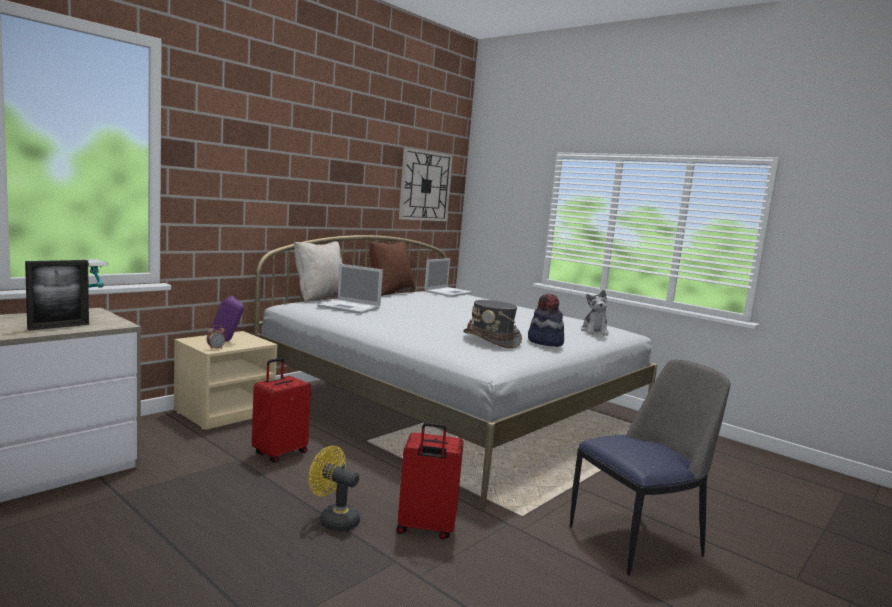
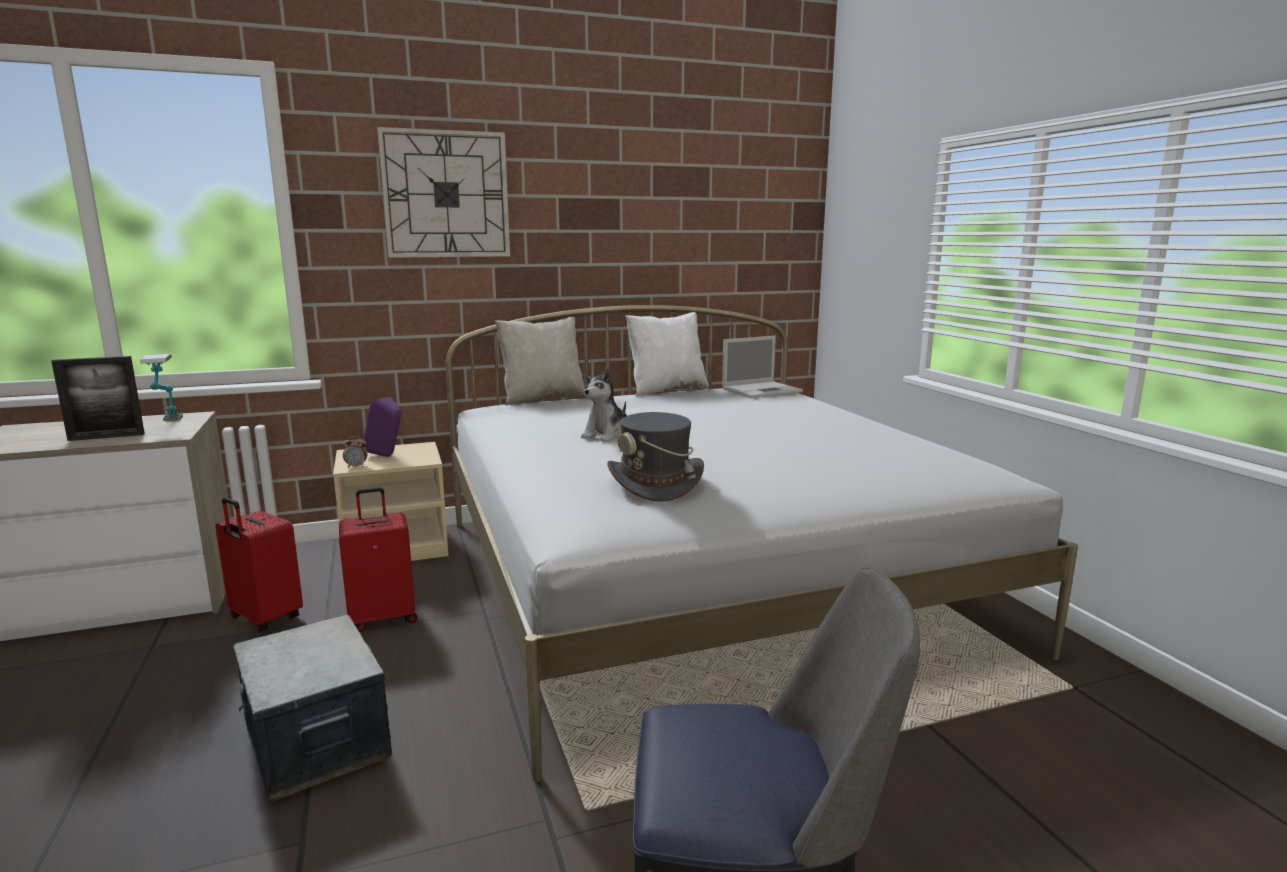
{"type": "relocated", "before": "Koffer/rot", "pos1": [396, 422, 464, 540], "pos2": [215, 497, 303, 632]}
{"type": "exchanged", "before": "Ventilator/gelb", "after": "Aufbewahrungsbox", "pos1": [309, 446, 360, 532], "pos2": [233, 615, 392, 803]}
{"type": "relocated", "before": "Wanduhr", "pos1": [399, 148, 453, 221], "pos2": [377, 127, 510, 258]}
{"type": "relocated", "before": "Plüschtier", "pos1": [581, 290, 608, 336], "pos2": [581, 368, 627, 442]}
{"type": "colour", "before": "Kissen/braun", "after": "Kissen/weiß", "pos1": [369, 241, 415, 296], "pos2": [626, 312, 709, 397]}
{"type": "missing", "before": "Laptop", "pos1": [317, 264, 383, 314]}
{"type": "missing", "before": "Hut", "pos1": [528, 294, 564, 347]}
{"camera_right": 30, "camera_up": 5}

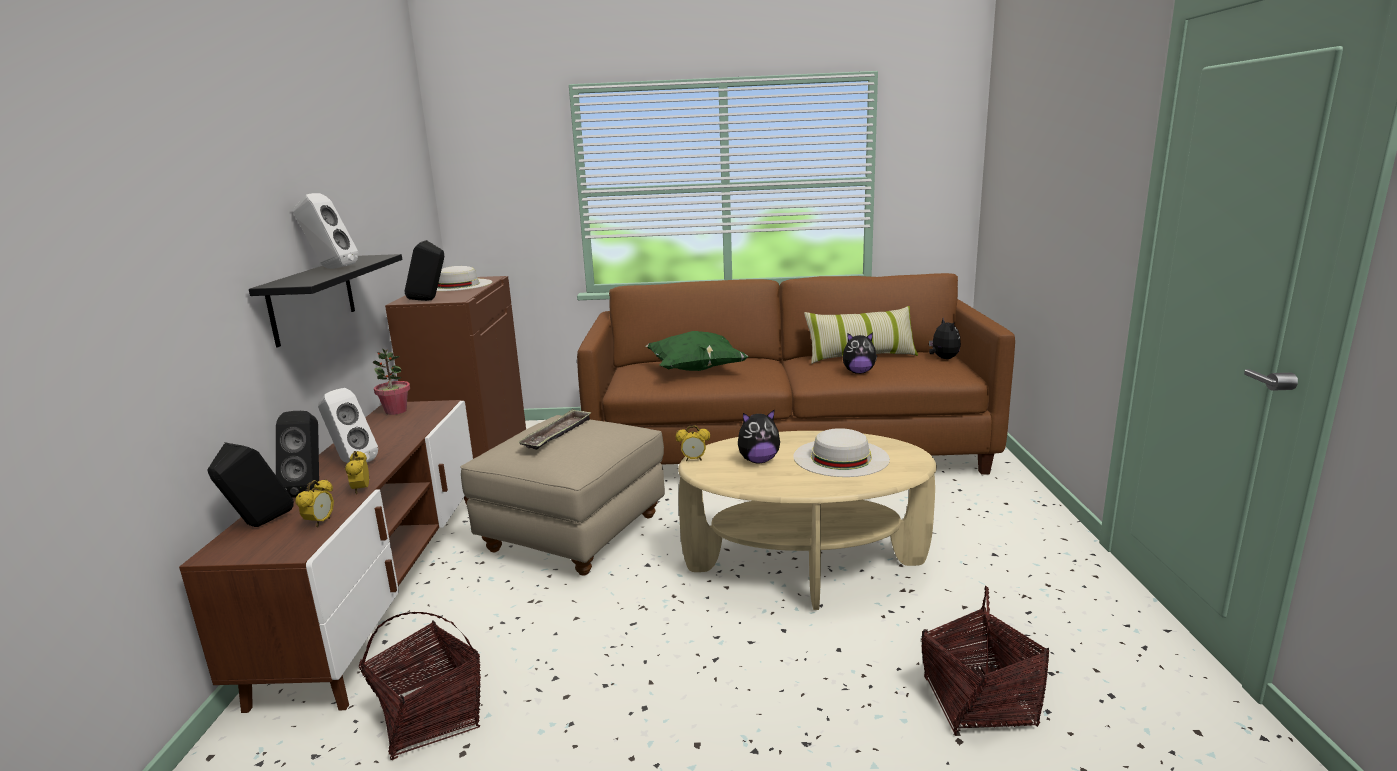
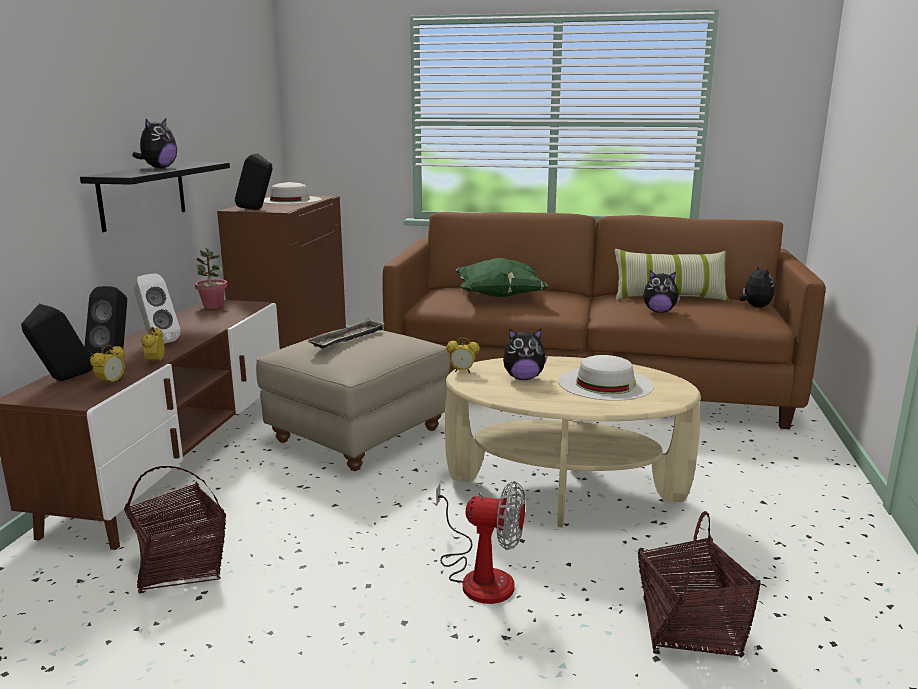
{"type": "exchanged", "before": "Lautsprecher/weiß", "after": "Plüschtier", "pos1": [293, 193, 358, 269], "pos2": [132, 118, 177, 168]}
{"type": "appeared", "after": "Ventilator", "pos2": [436, 481, 525, 604]}
{"camera_right": 10, "camera_up": 0}

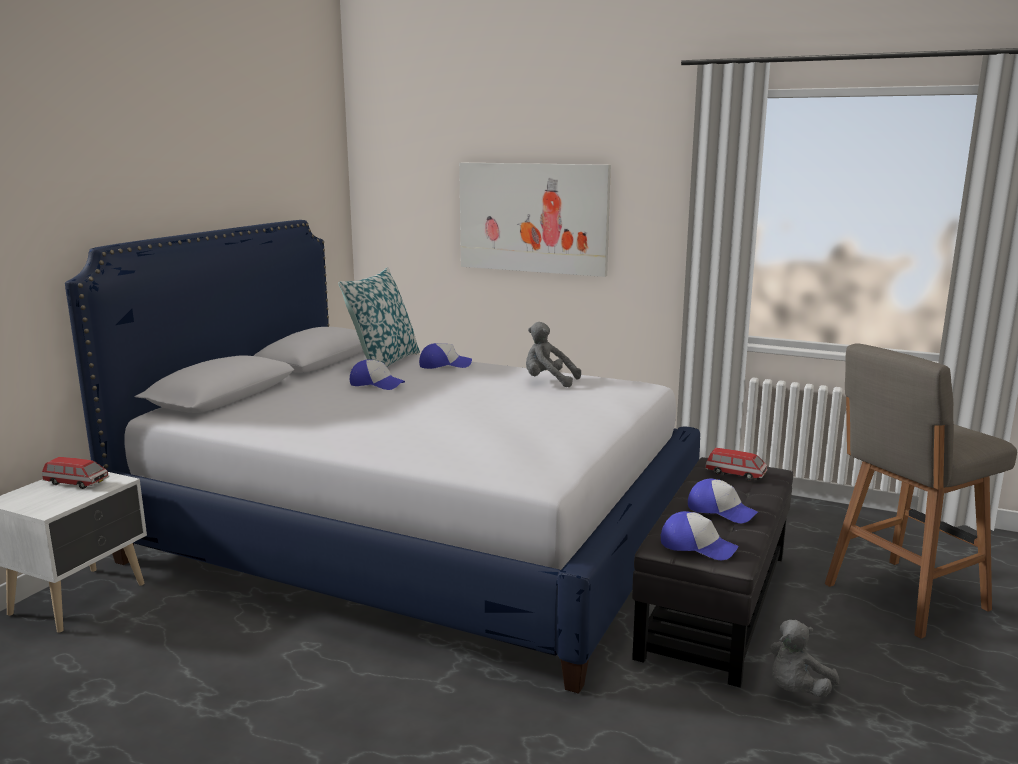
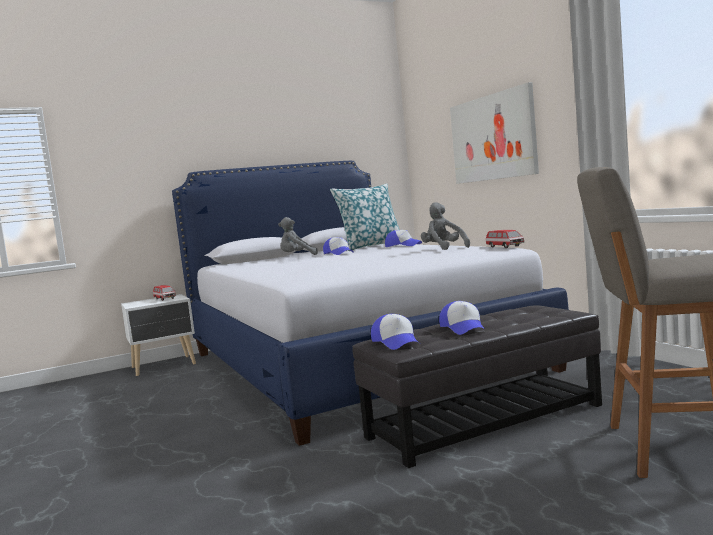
{"type": "relocated", "before": "Plüschtier/grau", "pos1": [769, 620, 839, 697], "pos2": [278, 217, 318, 255]}
{"type": "relocated", "before": "Spielzeugauto", "pos1": [705, 448, 767, 480], "pos2": [486, 230, 524, 248]}
{"camera_right": 40, "camera_up": -10}

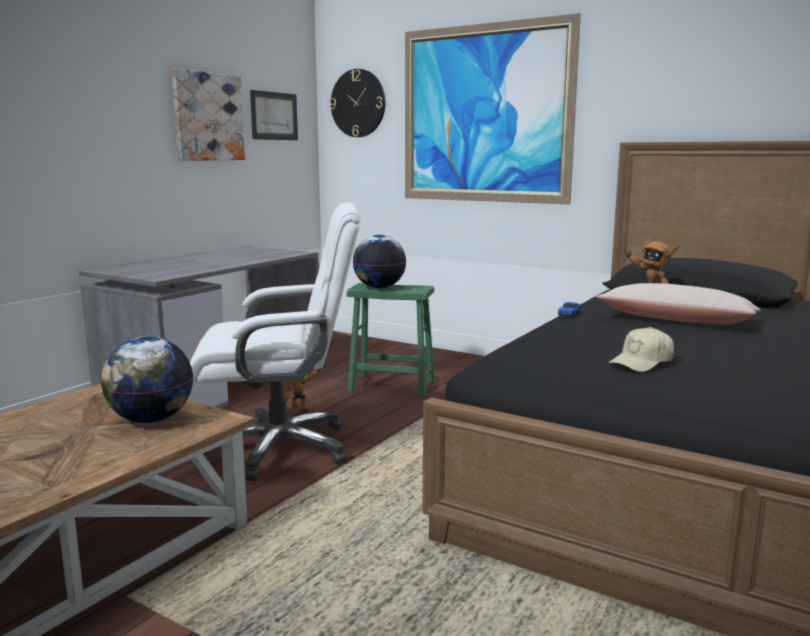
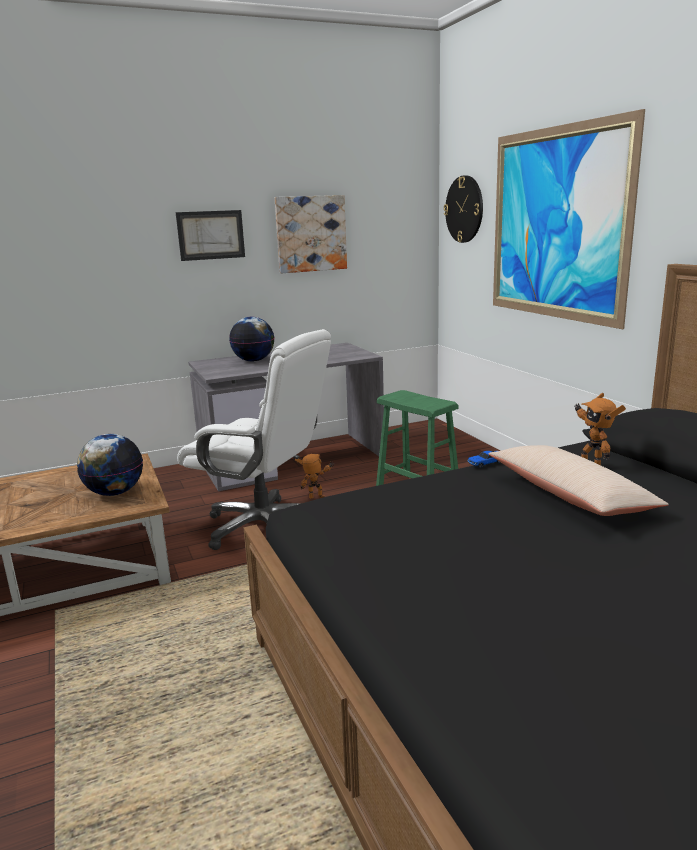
{"type": "relocated", "before": "Bild", "pos1": [250, 90, 298, 140], "pos2": [176, 210, 245, 261]}
{"type": "relocated", "before": "Globus", "pos1": [353, 235, 406, 288], "pos2": [229, 317, 274, 362]}
{"type": "missing", "before": "Kappe/beige", "pos1": [609, 327, 674, 372]}
{"camera_right": 35, "camera_up": 5}

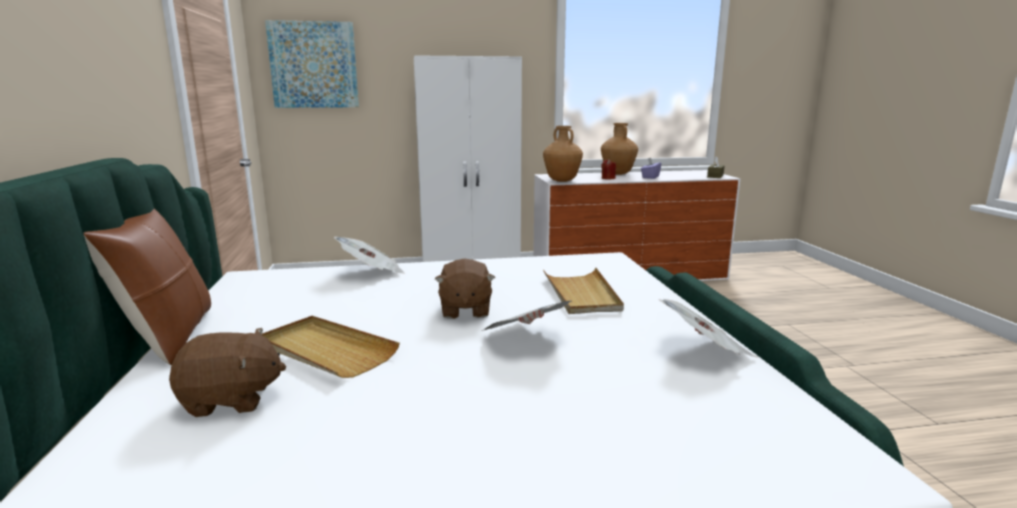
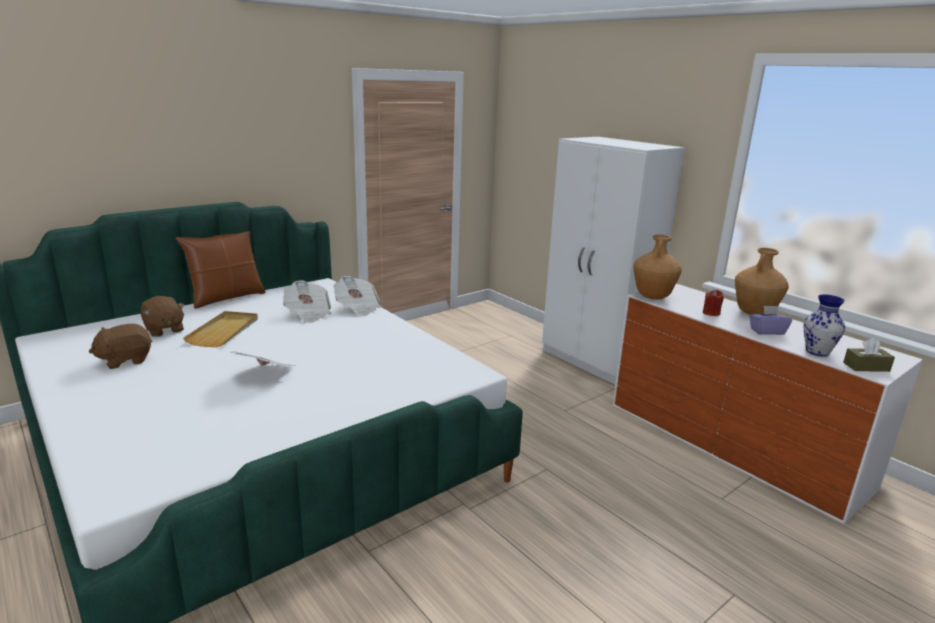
{"type": "relocated", "before": "Plüschtier/braun", "pos1": [435, 258, 495, 319], "pos2": [89, 324, 152, 369]}
{"type": "relocated", "before": "Zeitung", "pos1": [659, 299, 758, 358], "pos2": [283, 280, 331, 323]}
{"type": "appeared", "after": "Vase", "pos2": [803, 294, 846, 356]}
{"type": "missing", "before": "Bild", "pos1": [265, 20, 359, 108]}
{"type": "missing", "before": "Tablett/beige", "pos1": [543, 268, 624, 314]}
{"camera_right": 60, "camera_up": 5}

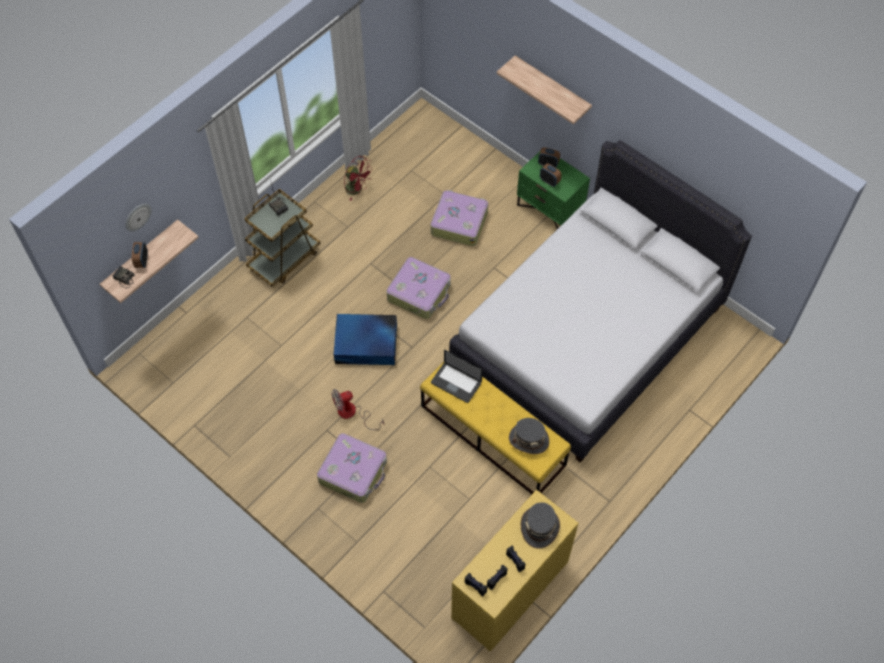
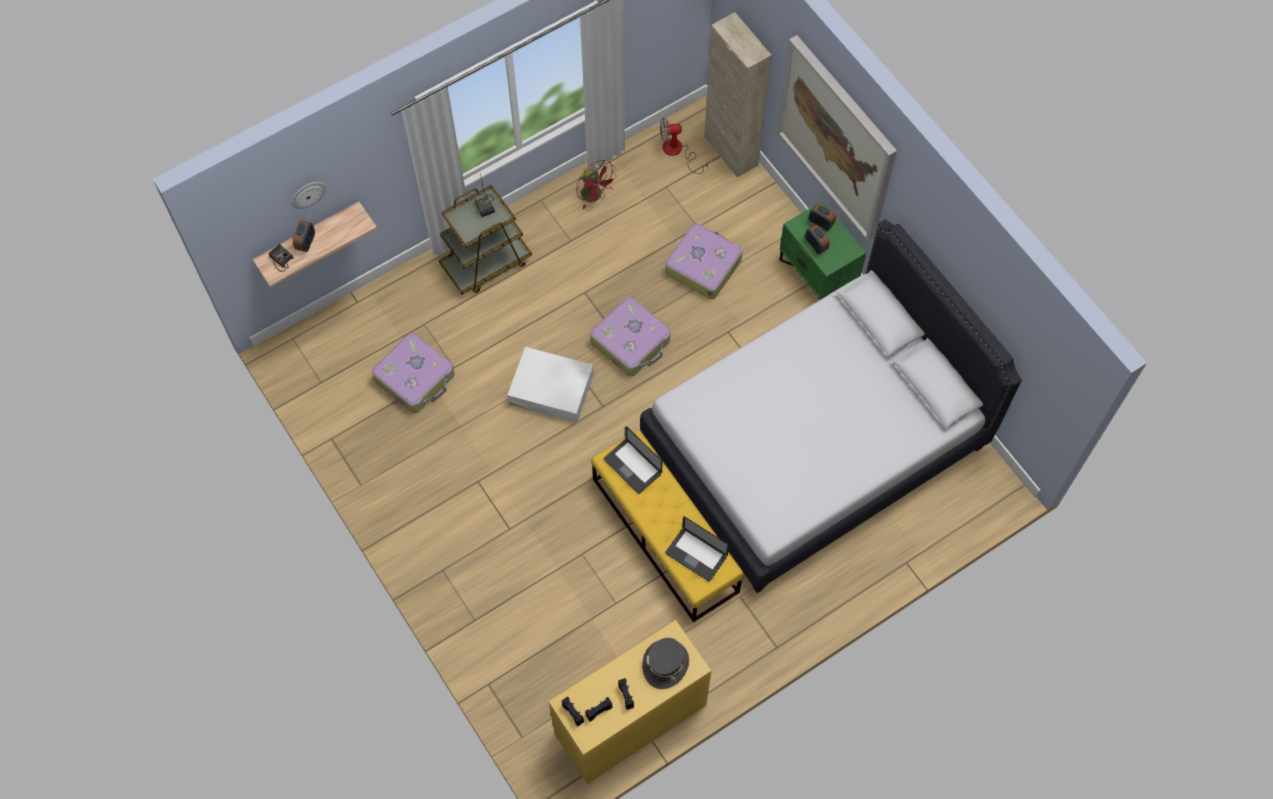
{"type": "relocated", "before": "Koffer", "pos1": [317, 433, 387, 503], "pos2": [372, 333, 455, 413]}
{"type": "colour", "before": "Aufbewahrungsbox/blau", "after": "Aufbewahrungsbox/weiß", "pos1": [334, 314, 397, 365], "pos2": [507, 347, 594, 423]}
{"type": "relocated", "before": "Ventilator", "pos1": [331, 389, 384, 430], "pos2": [660, 118, 708, 174]}
{"type": "exchanged", "before": "Hut/grau", "after": "Laptop", "pos1": [509, 418, 549, 454], "pos2": [665, 516, 729, 582]}
{"type": "appeared", "after": "Schrank/beige", "pos2": [704, 12, 772, 178]}
{"type": "exchanged", "before": "Wandregal", "after": "Bild", "pos1": [497, 55, 592, 124], "pos2": [777, 35, 897, 242]}
{"camera_right": 15, "camera_up": 5}

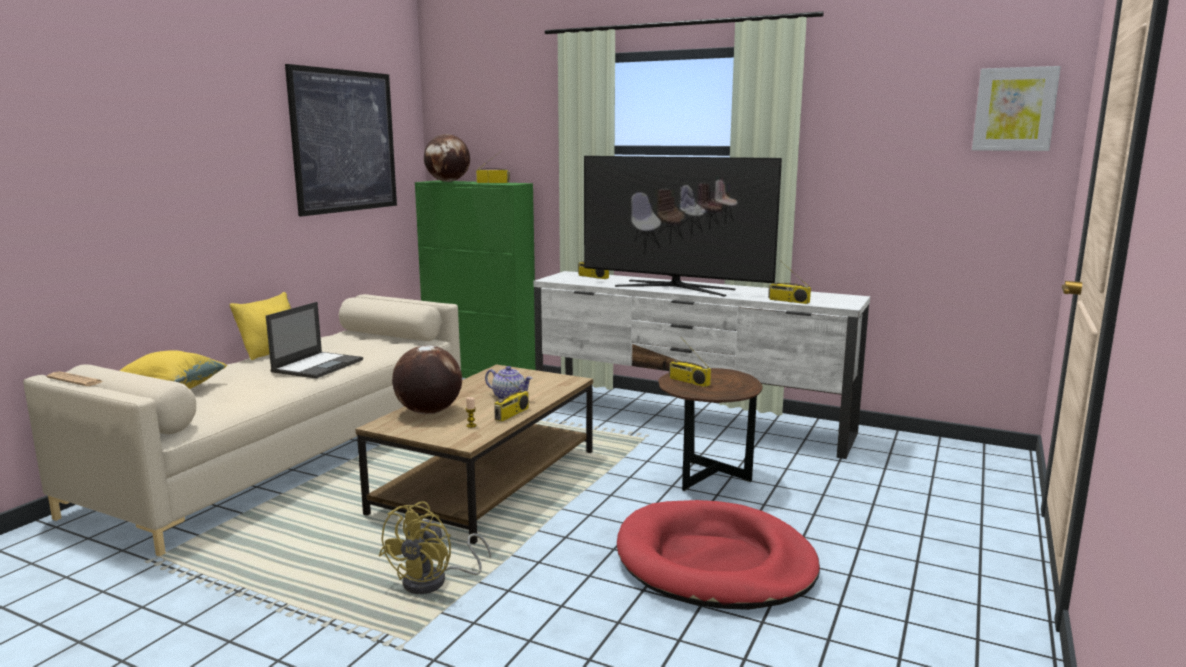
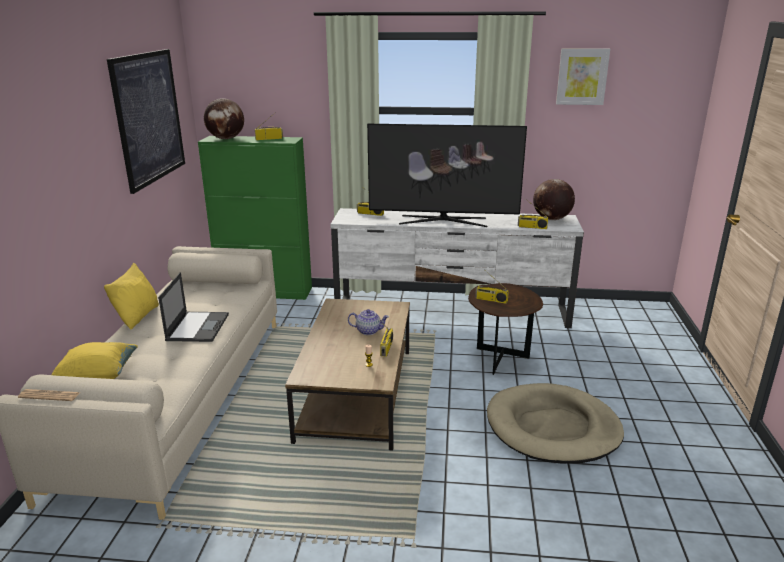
{"type": "colour", "before": "Hundebett/rot", "after": "Hundebett/beige", "pos1": [617, 500, 820, 610], "pos2": [487, 383, 624, 463]}
{"type": "relocated", "before": "Globus", "pos1": [392, 345, 462, 414], "pos2": [533, 179, 575, 220]}
{"type": "relocated", "before": "Bild", "pos1": [972, 66, 1061, 151], "pos2": [556, 48, 610, 105]}
{"type": "missing", "before": "Ventilator/gelb", "pos1": [379, 502, 491, 594]}
{"camera_right": -20, "camera_up": 10}

